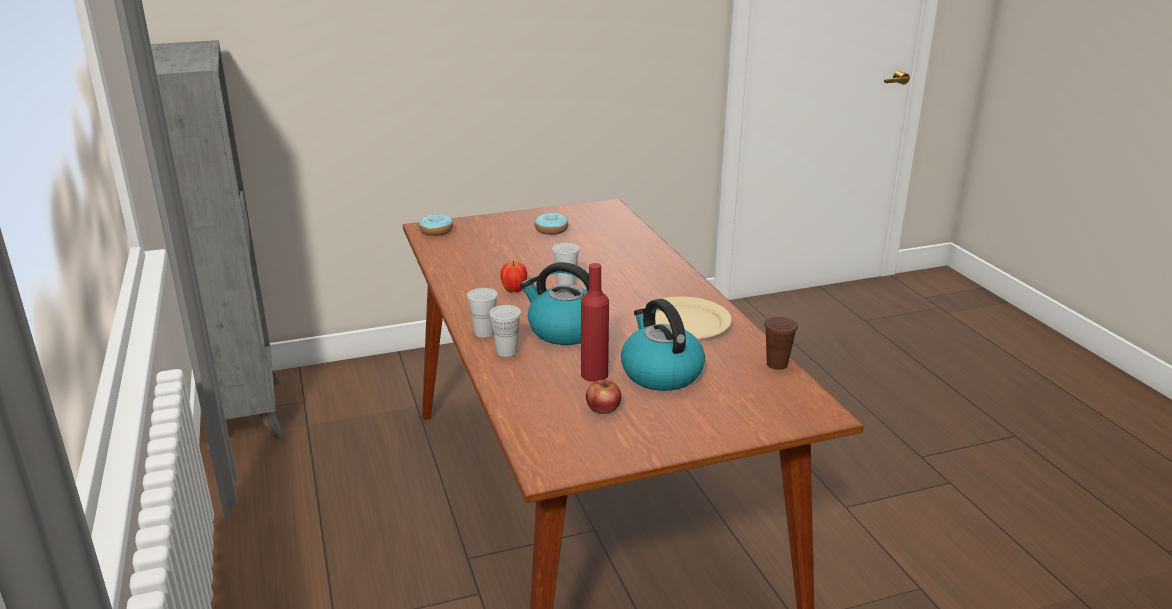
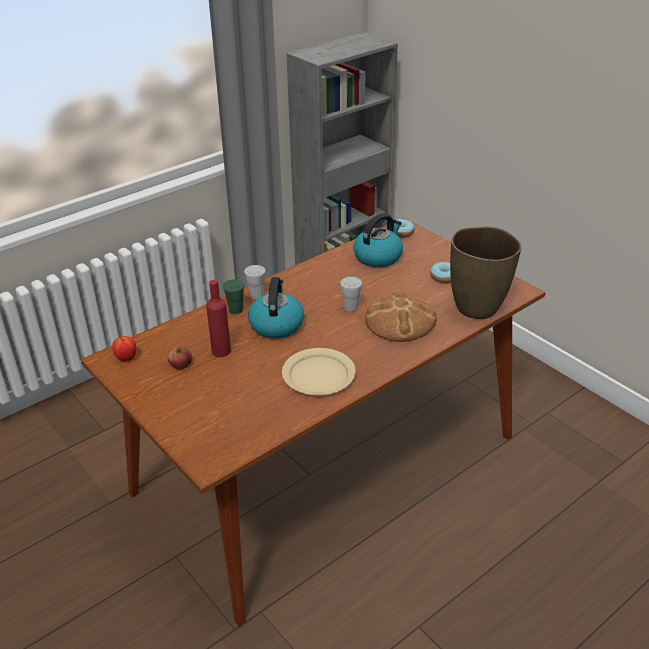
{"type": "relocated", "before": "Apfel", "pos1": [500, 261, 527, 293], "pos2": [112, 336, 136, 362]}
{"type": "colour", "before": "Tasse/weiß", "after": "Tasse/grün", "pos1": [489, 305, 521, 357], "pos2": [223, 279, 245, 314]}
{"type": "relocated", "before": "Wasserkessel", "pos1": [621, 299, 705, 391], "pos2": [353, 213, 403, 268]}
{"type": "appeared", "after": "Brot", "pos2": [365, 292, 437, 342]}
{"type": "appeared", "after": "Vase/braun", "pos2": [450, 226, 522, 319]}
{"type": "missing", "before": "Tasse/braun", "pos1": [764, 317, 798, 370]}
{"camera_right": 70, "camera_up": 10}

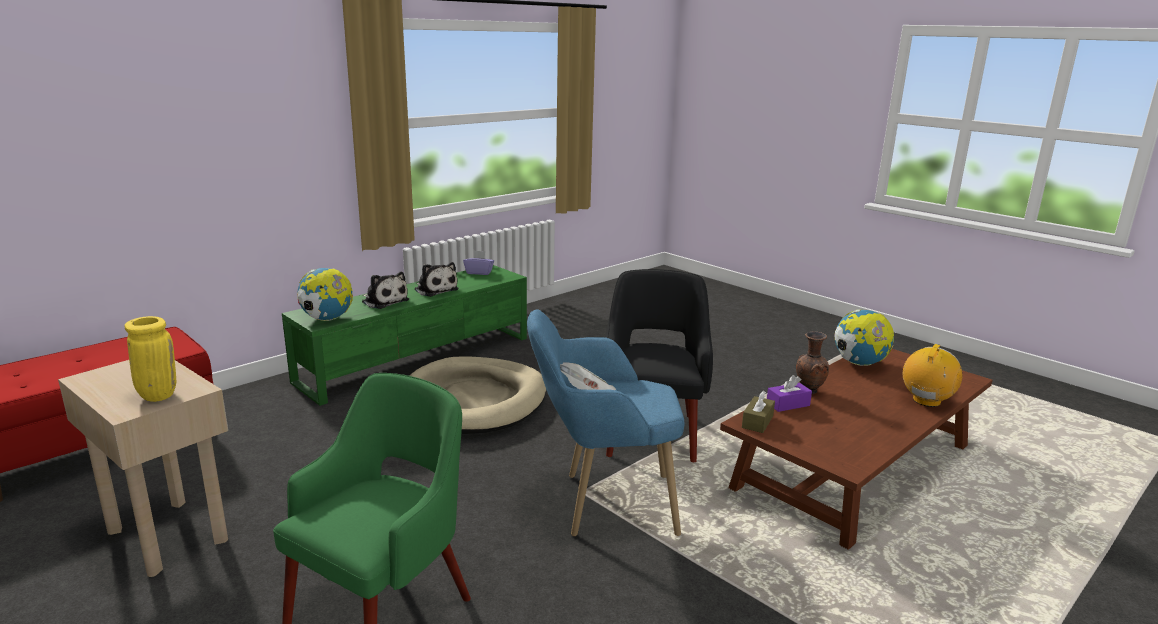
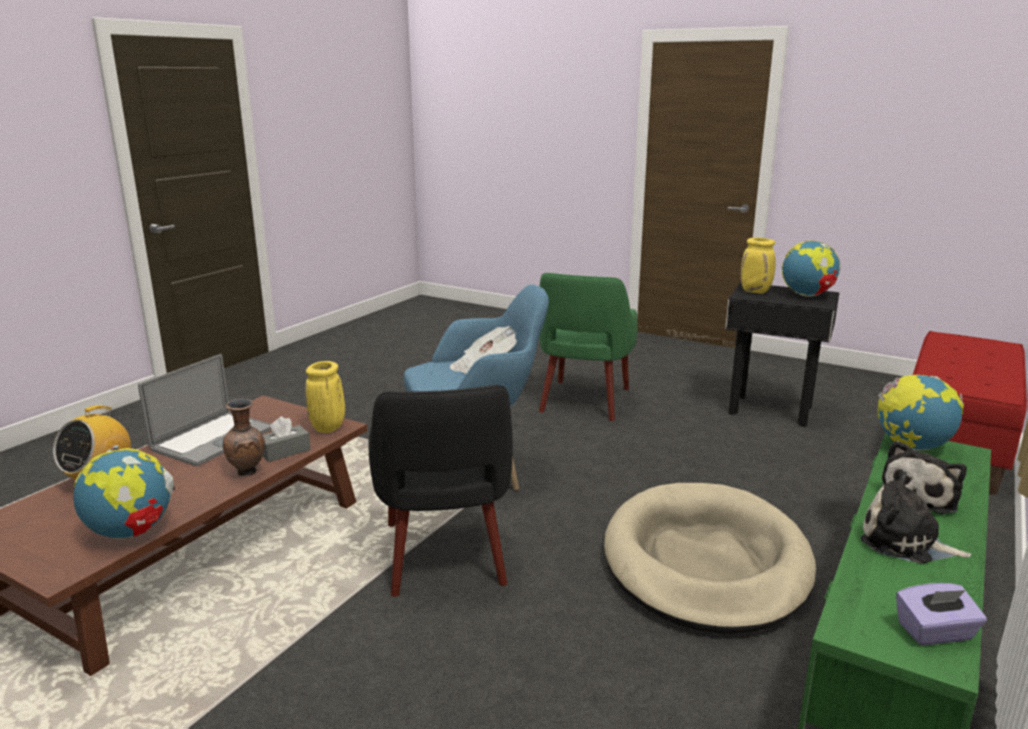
{"type": "appeared", "after": "Laptop", "pos2": [138, 354, 272, 466]}
{"type": "colour", "before": "Taschentuchbox/lila", "after": "Taschentuchbox/grau", "pos1": [767, 375, 812, 412], "pos2": [262, 416, 311, 462]}
{"type": "exchanged", "before": "Taschentuchbox/braun", "after": "Vase/gelb", "pos1": [742, 391, 775, 433], "pos2": [305, 361, 345, 433]}
{"type": "colour", "before": "Beistelltisch/beige", "after": "Beistelltisch/schwarz", "pos1": [58, 360, 228, 577], "pos2": [725, 282, 839, 427]}
{"type": "appeared", "after": "Globus", "pos2": [782, 240, 841, 297]}
{"type": "spun", "before": "Plüschtier", "pos1": [362, 272, 409, 309], "pos2": [881, 441, 967, 514], "turn": -75}
{"camera_right": 165, "camera_up": 0}

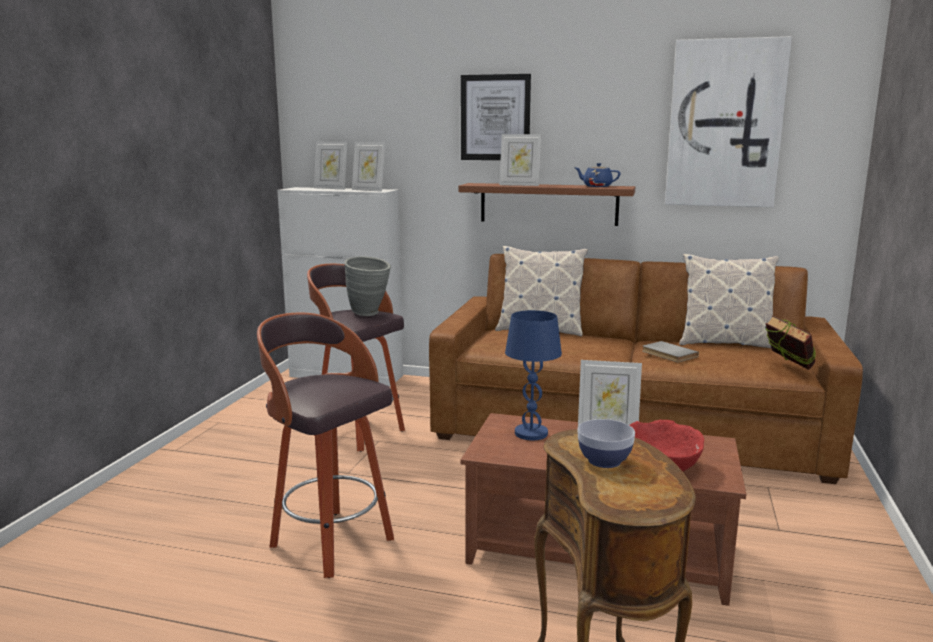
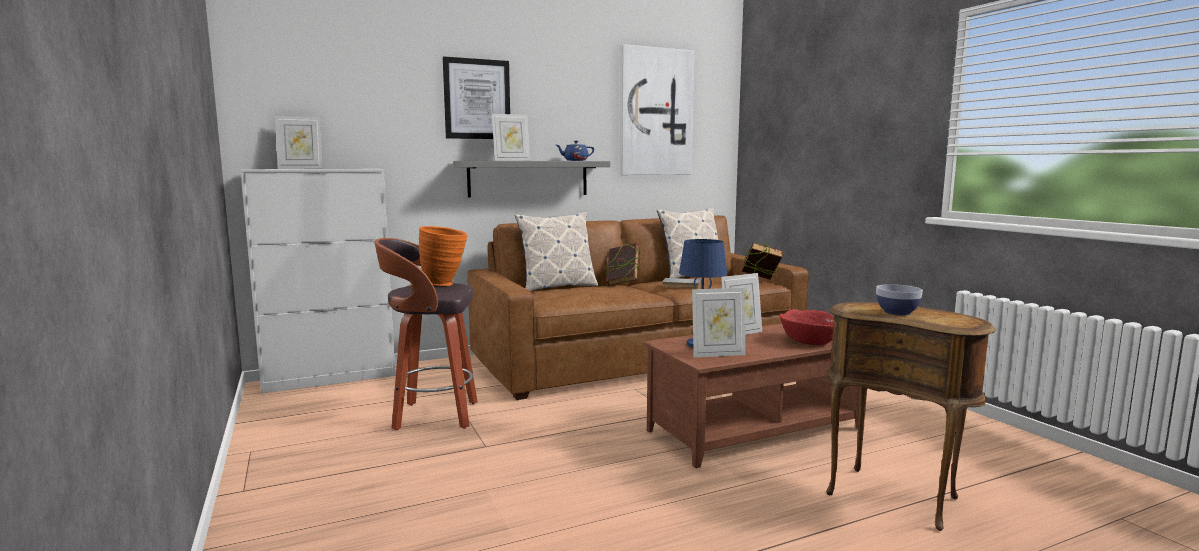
{"type": "colour", "before": "Vase/grau", "after": "Vase/orange", "pos1": [344, 256, 391, 316], "pos2": [419, 226, 468, 286]}
{"type": "colour", "before": "Wandregal/braun", "after": "Wandregal/grau", "pos1": [459, 183, 635, 226], "pos2": [453, 161, 610, 197]}
{"type": "appeared", "after": "Buch", "pos2": [606, 243, 640, 285]}
{"type": "relocated", "before": "Bilderrahmen", "pos1": [352, 142, 385, 192], "pos2": [692, 288, 746, 357]}
{"type": "missing", "before": "Hocker", "pos1": [257, 313, 394, 578]}
{"camera_right": -40, "camera_up": -5}

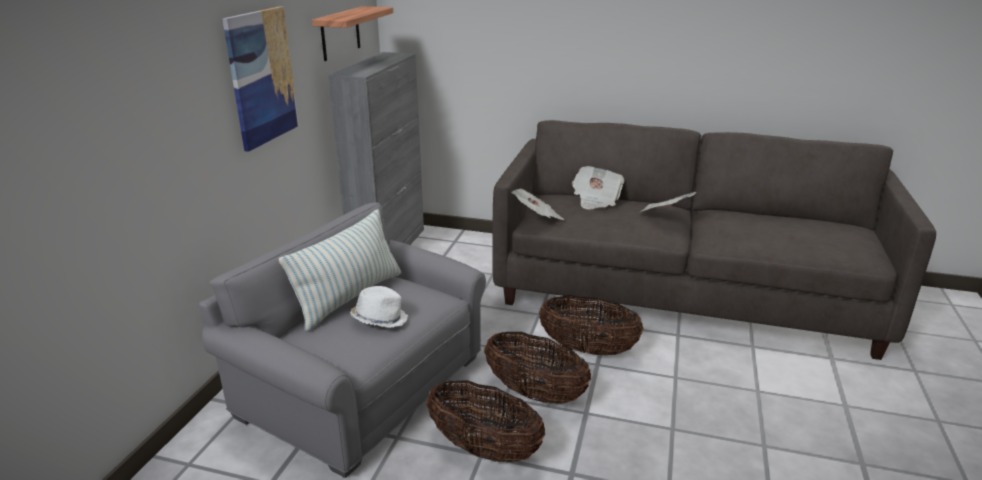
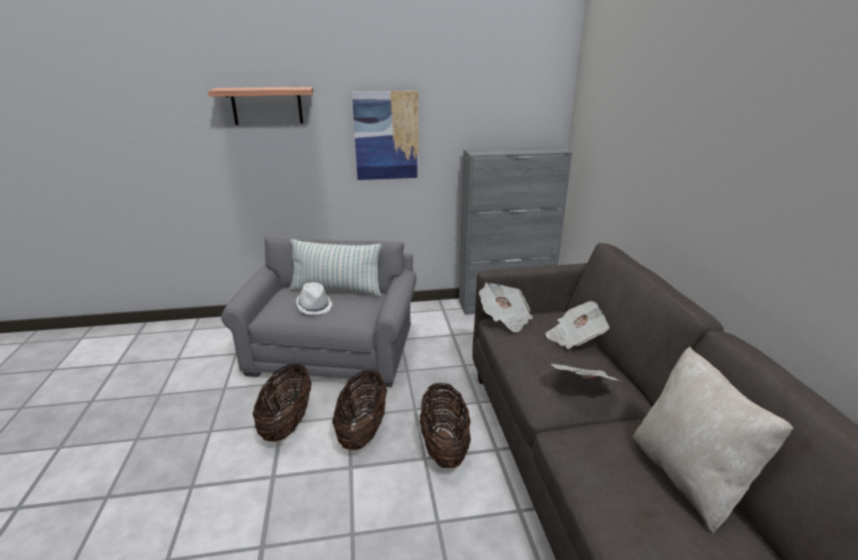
{"type": "relocated", "before": "Wandregal", "pos1": [312, 6, 393, 61], "pos2": [208, 87, 313, 125]}
{"type": "appeared", "after": "Kissen/beige", "pos2": [633, 347, 793, 533]}
{"camera_right": 65, "camera_up": 0}

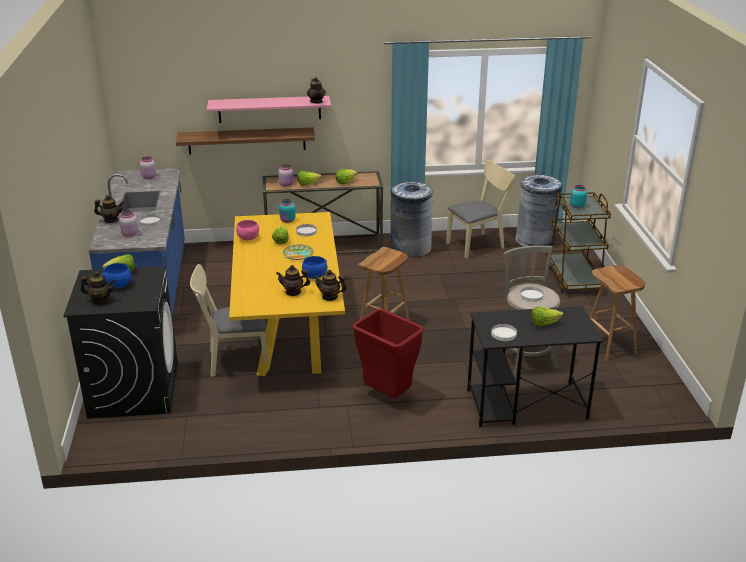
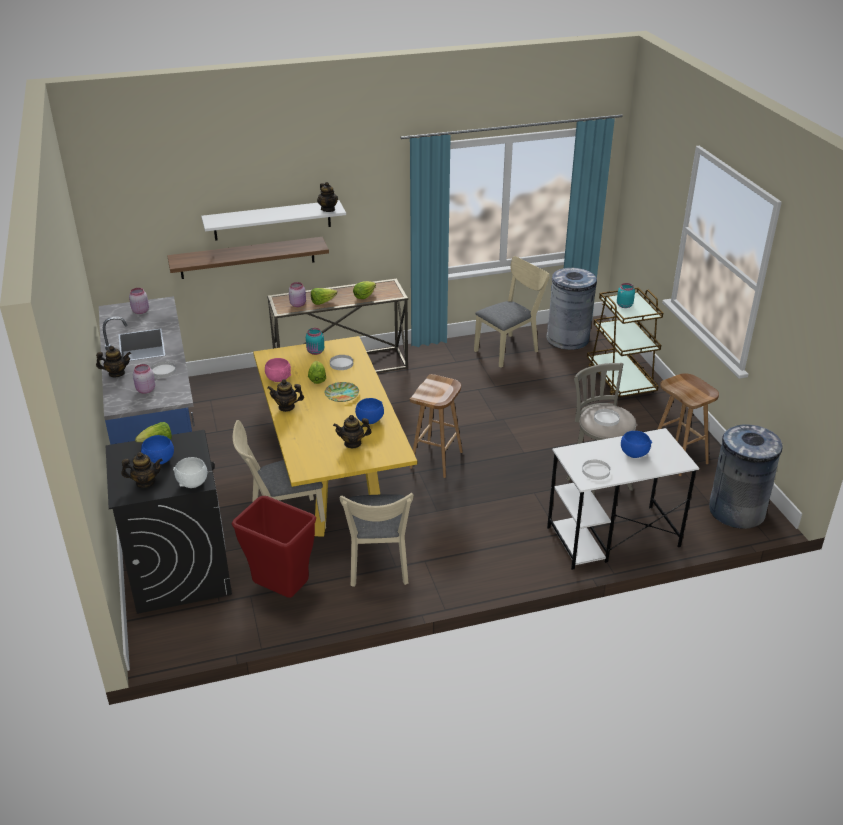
{"type": "appeared", "after": "Schüssel/weiß", "pos2": [173, 457, 207, 488]}
{"type": "colour", "before": "Wandregal/rosa", "after": "Wandregal/weiß", "pos1": [207, 96, 331, 123], "pos2": [201, 200, 346, 241]}
{"type": "relocated", "before": "Mülleimer/rot", "pos1": [352, 308, 424, 398], "pos2": [232, 496, 316, 598]}
{"type": "relocated", "before": "Teekanne", "pos1": [314, 270, 347, 301], "pos2": [267, 379, 304, 412]}
{"type": "appeared", "after": "Stuhl/beige", "pos2": [340, 493, 414, 587]}
{"type": "colour", "before": "Schreibtisch/schwarz", "after": "Schreibtisch/weiß", "pos1": [467, 306, 603, 427], "pos2": [547, 428, 699, 570]}
{"type": "exchanged", "before": "Salatkopf", "after": "Schüssel/blau", "pos1": [531, 306, 563, 326], "pos2": [621, 431, 652, 458]}
{"type": "relocated", "before": "Mülleimer/grau", "pos1": [391, 182, 433, 258], "pos2": [709, 424, 783, 529]}
{"camera_right": -10, "camera_up": 5}

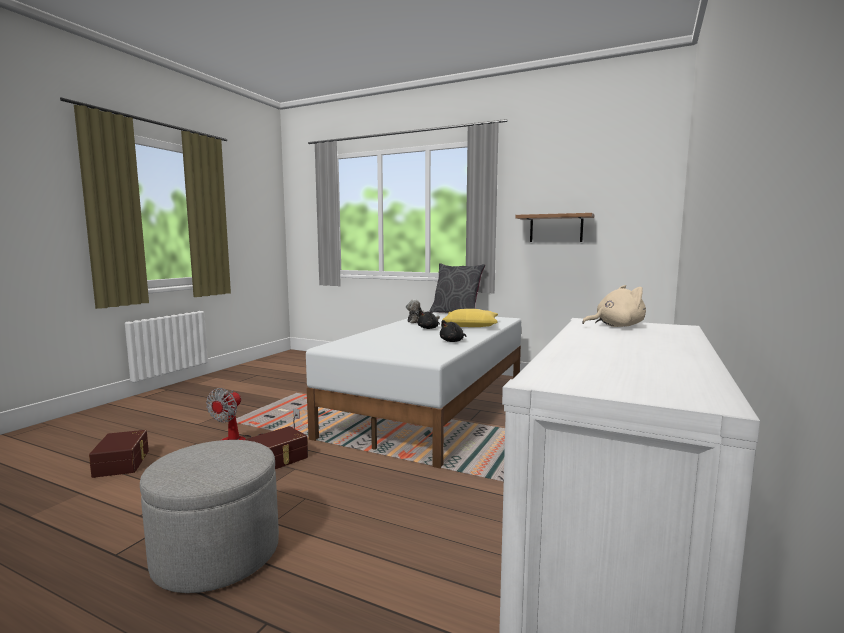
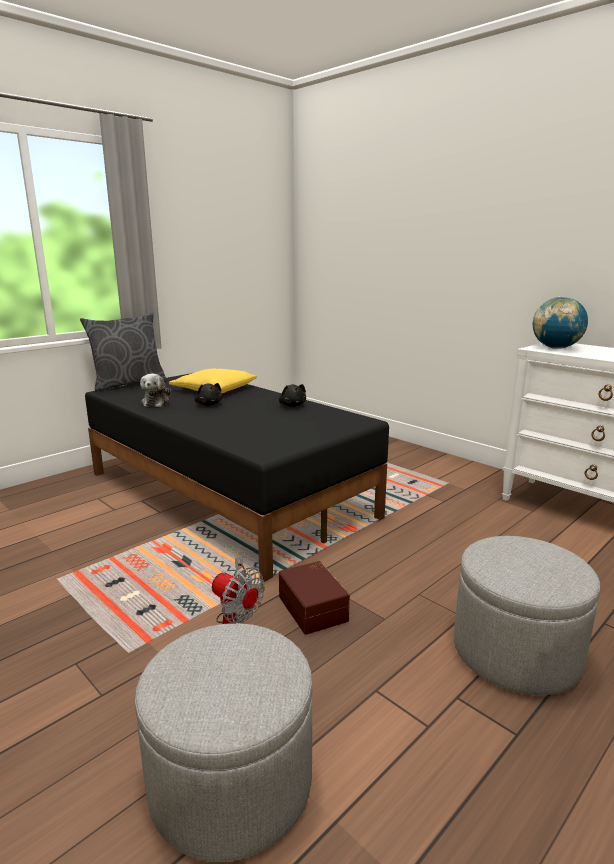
{"type": "colour", "before": "Bett/weiß", "after": "Bett/schwarz", "pos1": [306, 313, 521, 469], "pos2": [85, 373, 389, 582]}
{"type": "exchanged", "before": "Aufbewahrungsbox/braun", "after": "Polsterhocker/grau", "pos1": [89, 430, 149, 478], "pos2": [135, 623, 312, 862]}
{"type": "exchanged", "before": "Plüschtier/beige", "after": "Globus", "pos1": [582, 285, 646, 327], "pos2": [533, 297, 588, 349]}
{"type": "missing", "before": "Wandregal", "pos1": [515, 213, 595, 242]}
{"camera_right": -70, "camera_up": 10}

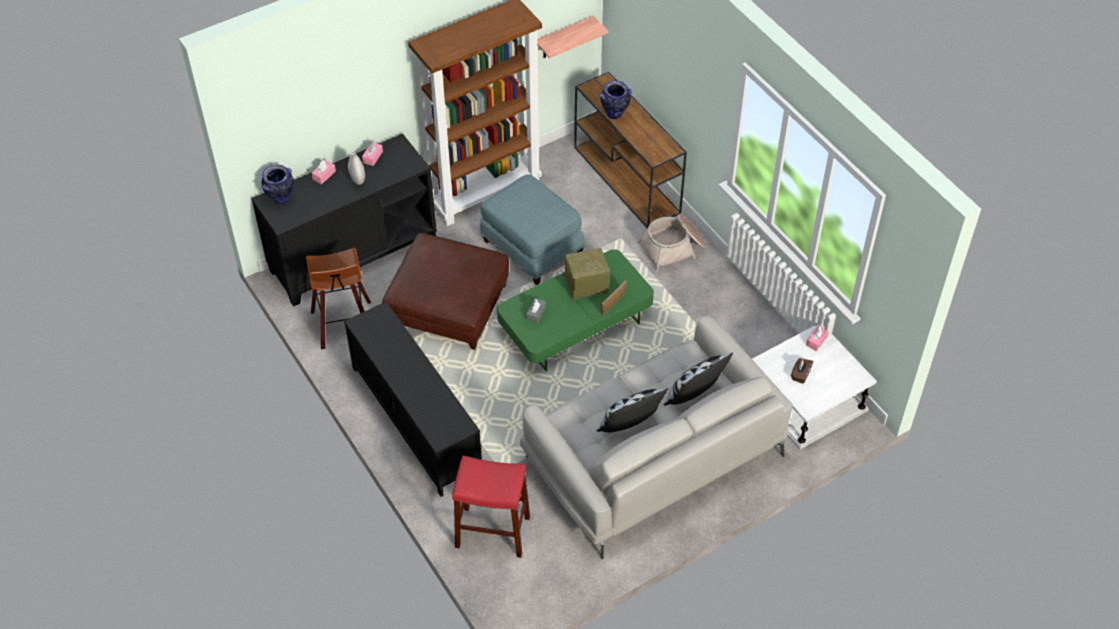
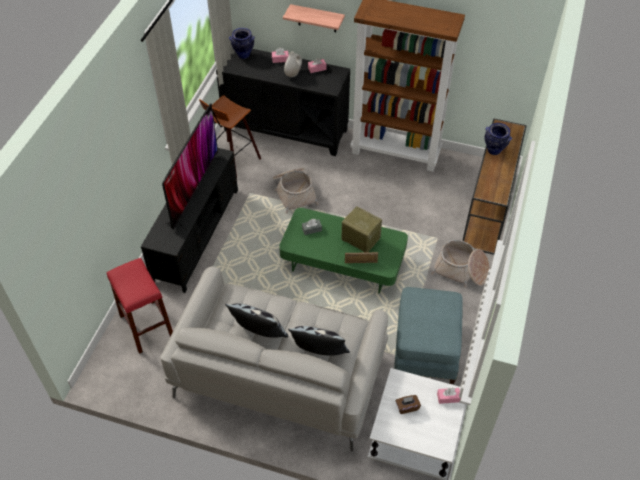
{"type": "appeared", "after": "Fernseher", "pos2": [162, 103, 223, 231]}
{"type": "exchanged", "before": "Polsterhocker/braun", "after": "Korb", "pos1": [382, 233, 509, 350], "pos2": [273, 168, 319, 214]}
{"type": "relocated", "before": "Wandregal", "pos1": [537, 16, 608, 58], "pos2": [283, 4, 345, 32]}
{"type": "relocated", "before": "Polsterhocker/blau", "pos1": [480, 174, 584, 285], "pos2": [394, 287, 462, 384]}
{"camera_right": 50, "camera_up": 0}

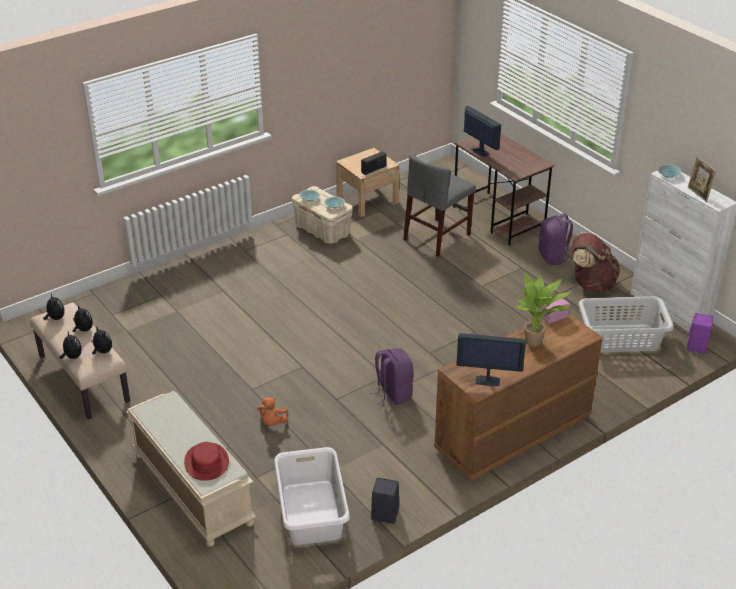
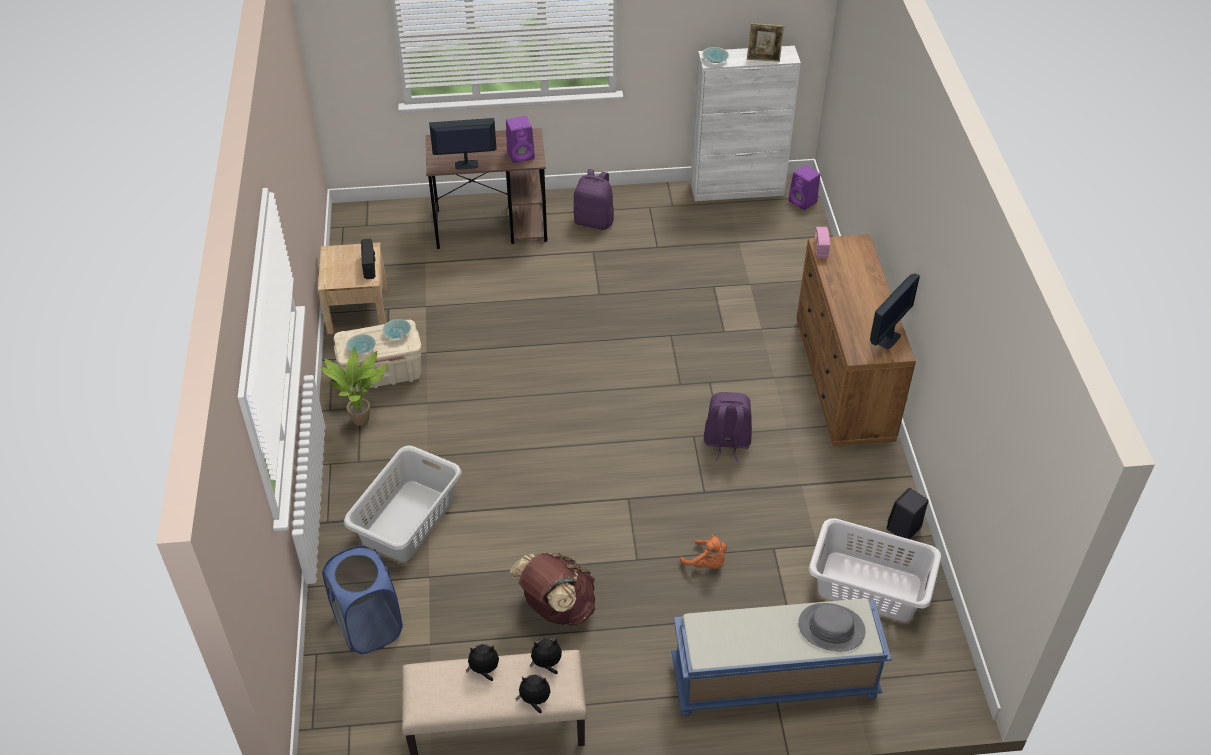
{"type": "relocated", "before": "Topfpflanze", "pos1": [515, 273, 571, 347], "pos2": [320, 348, 388, 426]}
{"type": "appeared", "after": "Wäschekorb/blau", "pos2": [322, 546, 403, 654]}
{"type": "relocated", "before": "Wäschekorb/grau", "pos1": [578, 296, 674, 352], "pos2": [344, 445, 462, 562]}
{"type": "appeared", "after": "Lautsprecher/lila", "pos2": [506, 116, 535, 163]}
{"type": "relocated", "before": "Rucksack/braun", "pos1": [572, 232, 620, 292], "pos2": [509, 552, 595, 625]}
{"type": "colour", "before": "Bank/beige", "after": "Bank/blau", "pos1": [126, 391, 256, 547], "pos2": [671, 598, 892, 716]}
{"type": "colour", "before": "Hut/rot", "after": "Hut/grau", "pos1": [184, 442, 229, 481], "pos2": [798, 603, 866, 651]}
{"type": "missing", "before": "Plüschtier", "pos1": [43, 293, 65, 320]}
{"type": "missing", "before": "Stuhl/grau", "pos1": [403, 153, 476, 257]}
{"camera_right": -60, "camera_up": 10}

